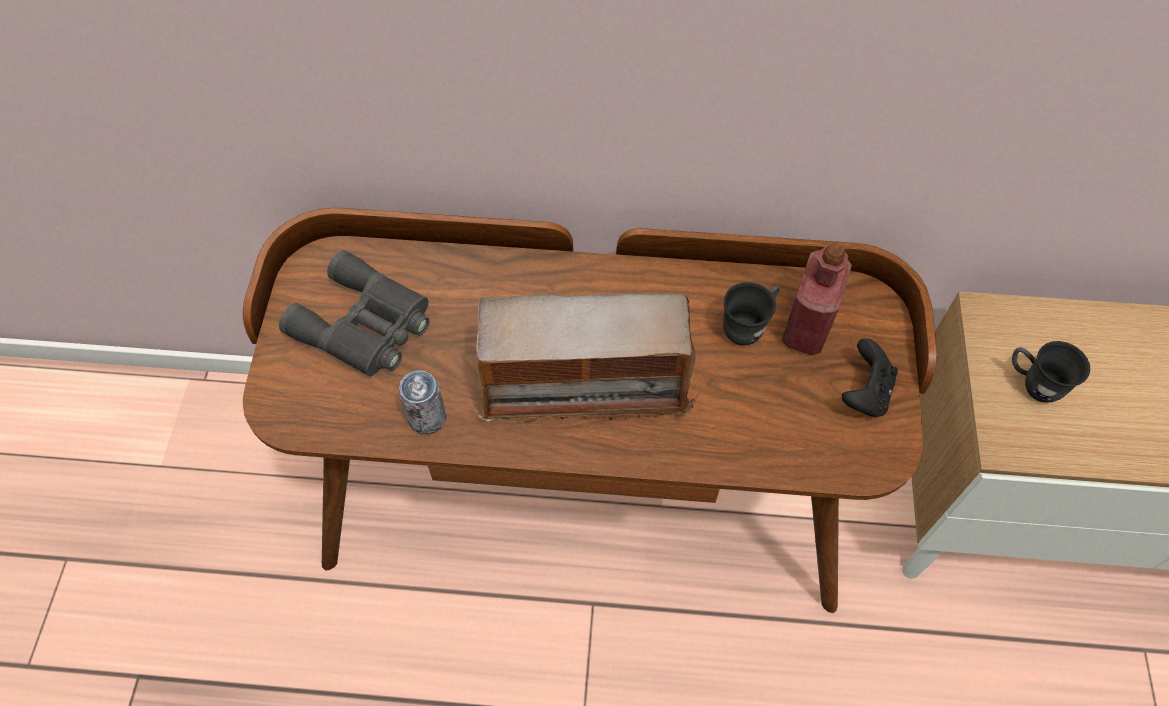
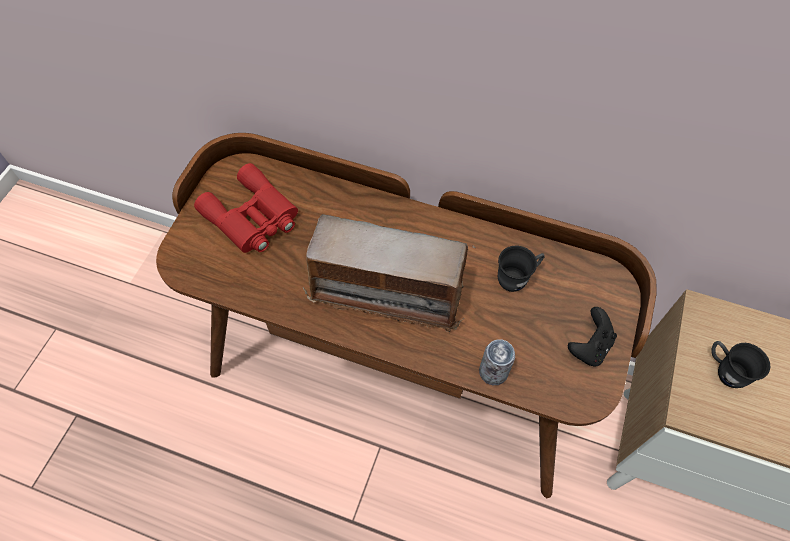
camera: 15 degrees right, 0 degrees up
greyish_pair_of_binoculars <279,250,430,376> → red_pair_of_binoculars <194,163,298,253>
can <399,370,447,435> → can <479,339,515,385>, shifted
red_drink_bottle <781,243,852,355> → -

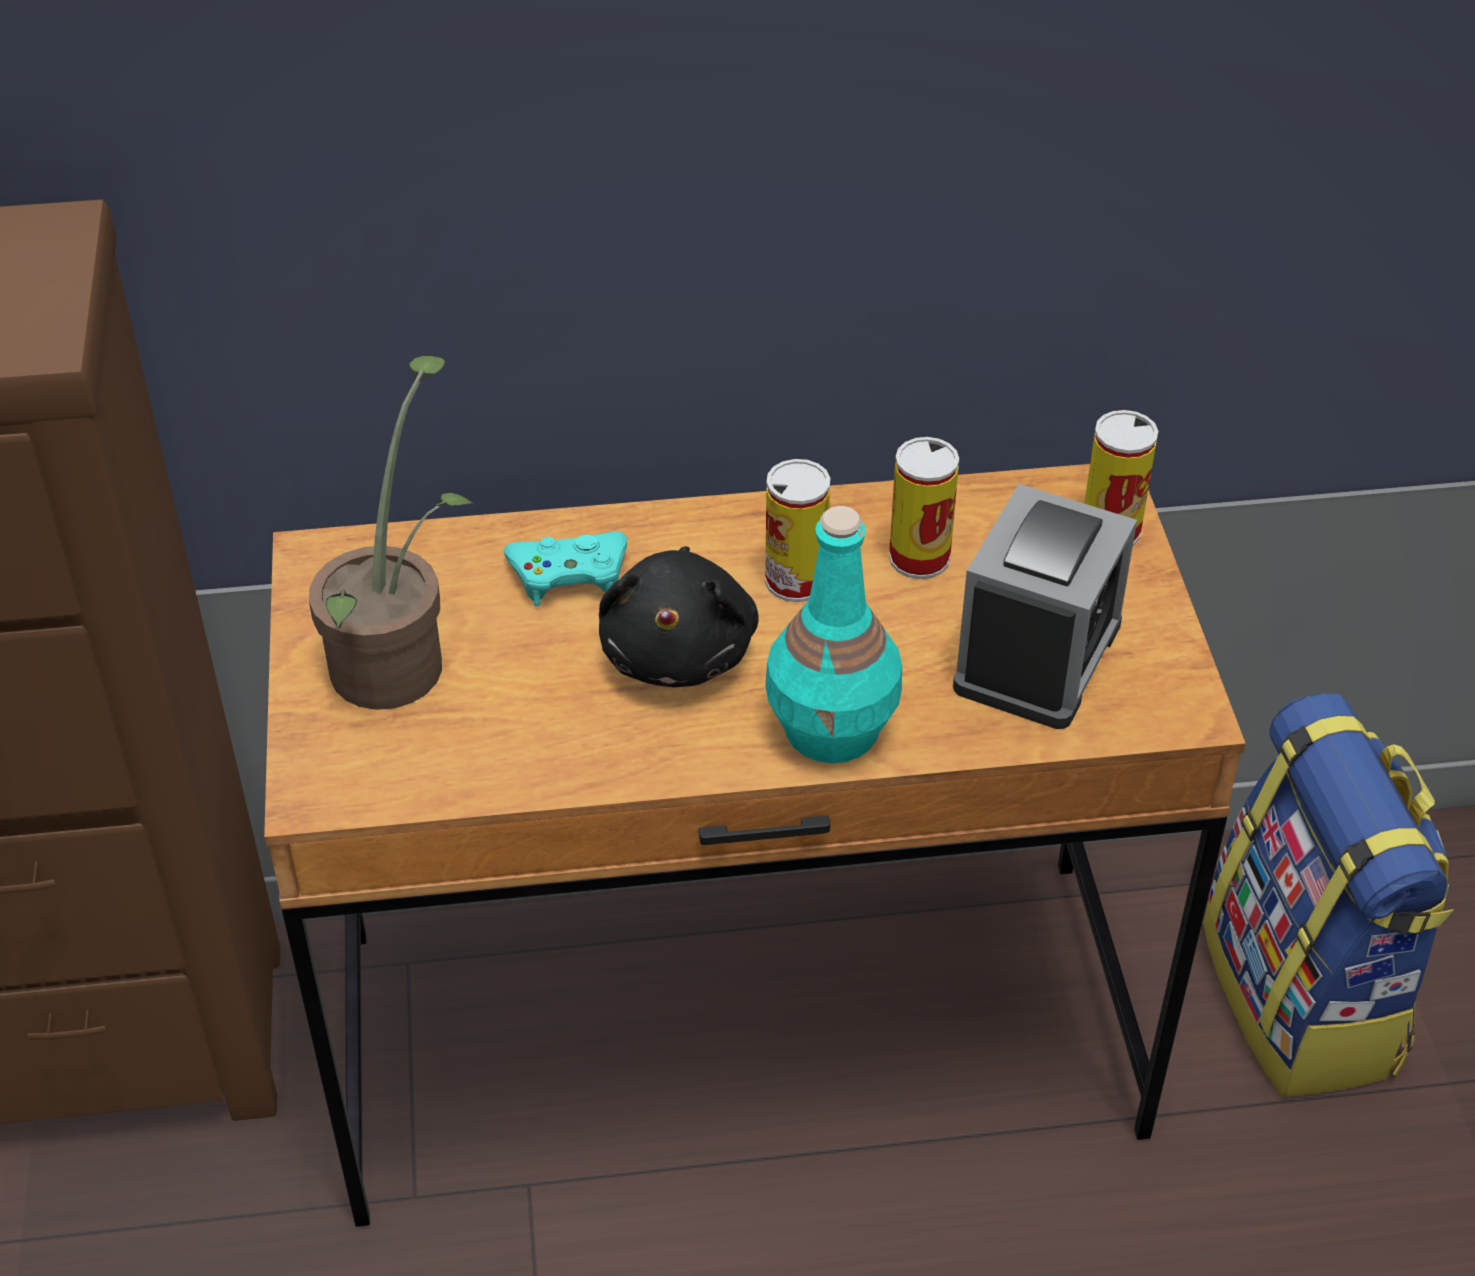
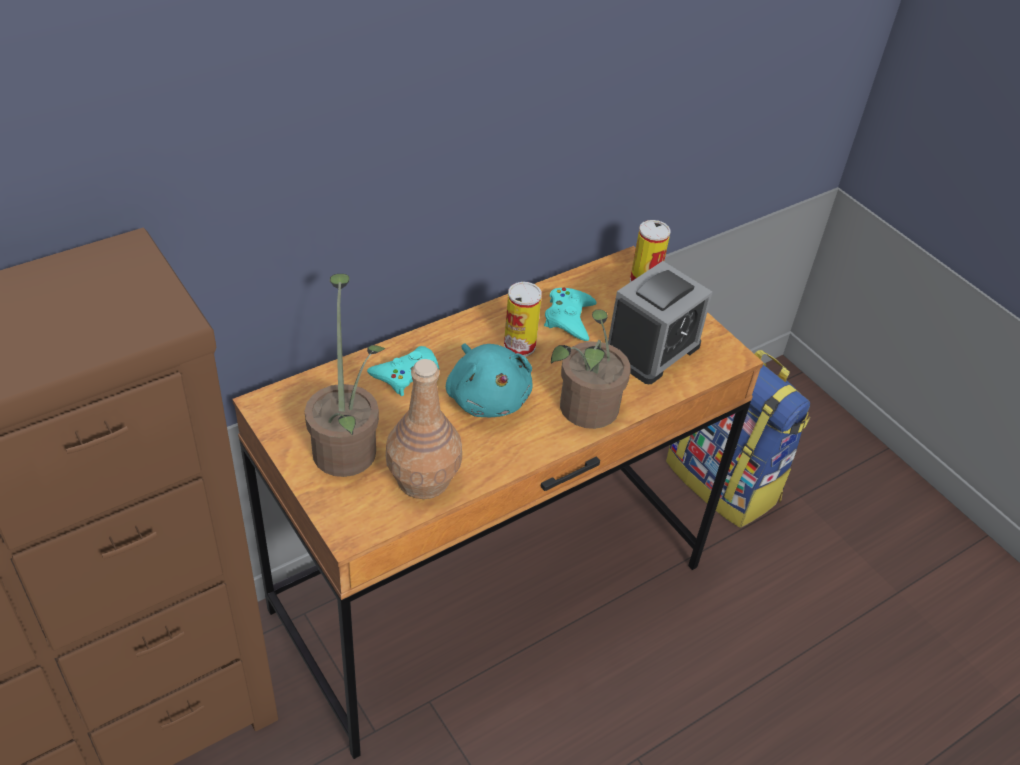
camera: 30 degrees left, 0 degrees up
black_cuddly_toy <599,546,759,687> → turquoise_cuddly_toy <446,343,532,417>
turquoise_drink_bottle <765,506,902,763> → potted_plant <551,310,631,429>
can <889,437,959,579> → turquoise_gamepad <544,288,596,341>
alarm_clock <953,484,1137,729> → alarm_clock <608,261,712,385>, 45 degrees clockwise
- → brownish_drink_bottle <386,359,462,499>

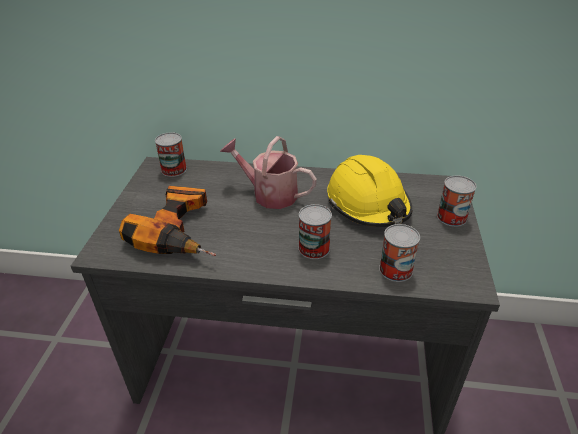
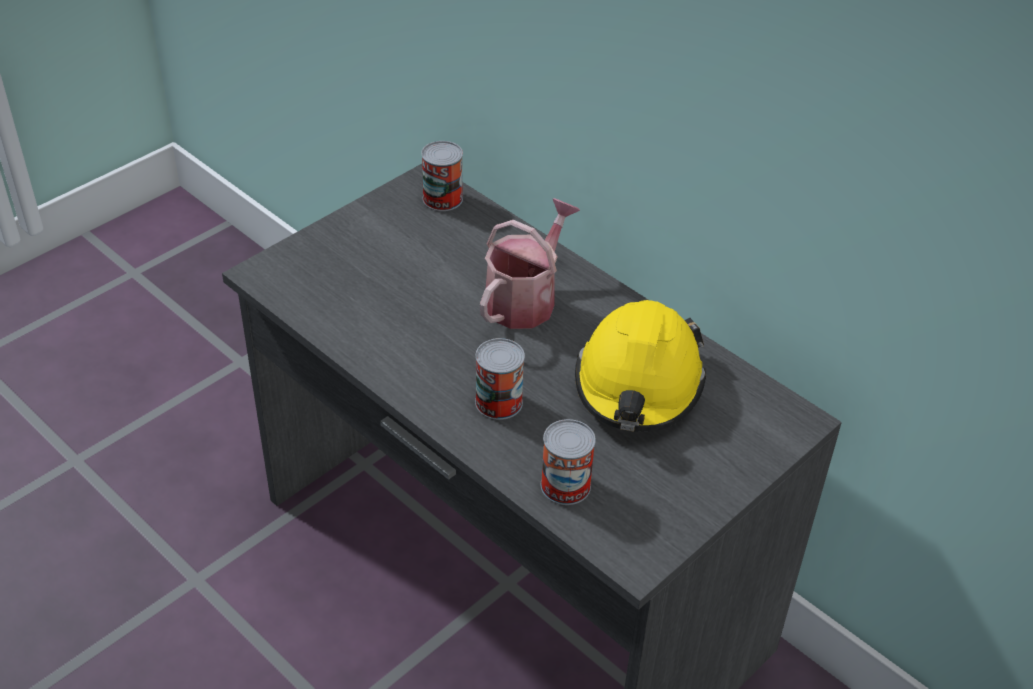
camera: 35 degrees right, 5 degrees up
drill <119,186,216,256> → -
watering_can <220,136,317,209> → watering_can <480,198,580,329>, 60 degrees clockwise
can <437,175,477,227> → -

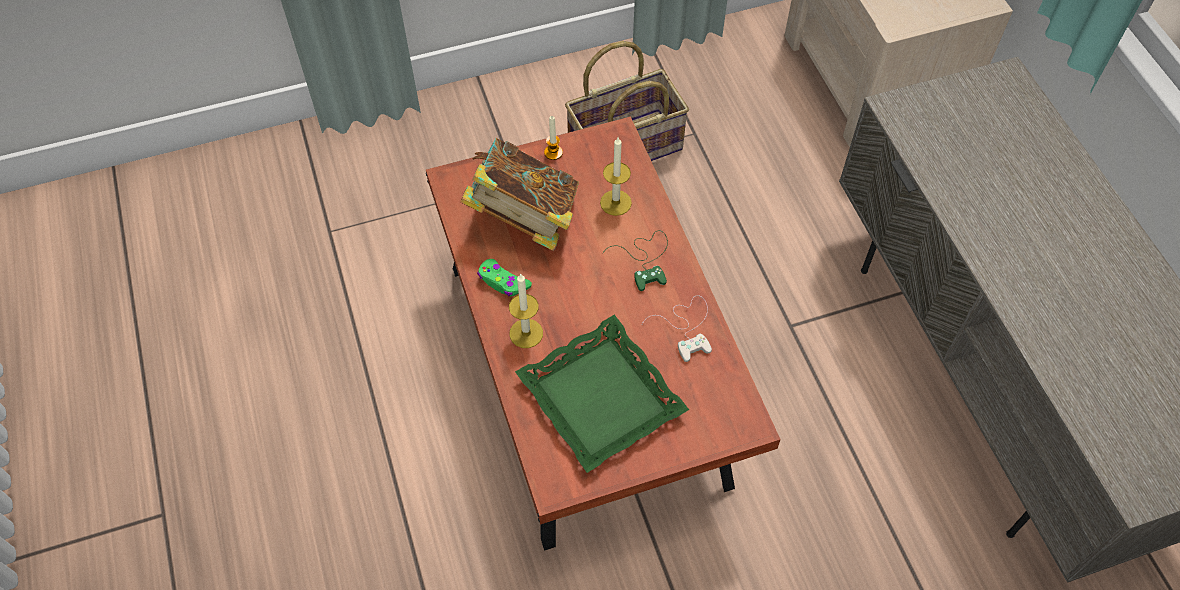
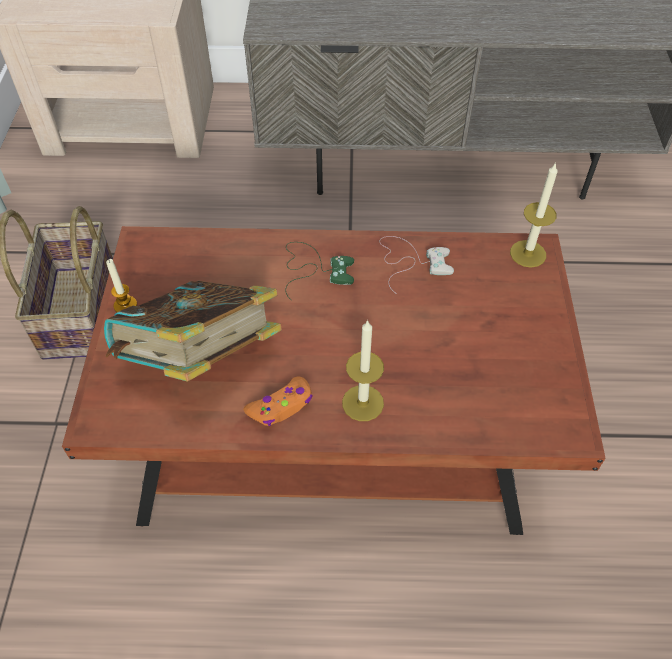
camera: 70 degrees left, 5 degrees down
greenish_gamepad <477,259,532,296> → orangey_gamepad <243,376,313,426>
greenish_serving_tray <515,315,689,473> → -
wax_candle <600,137,632,216> → wax_candle <510,162,558,268>, shifted

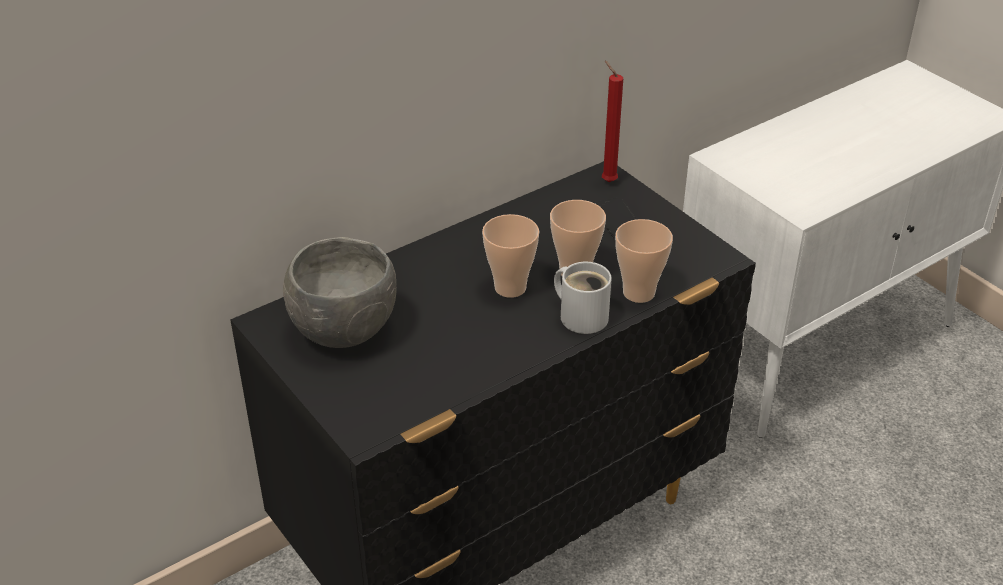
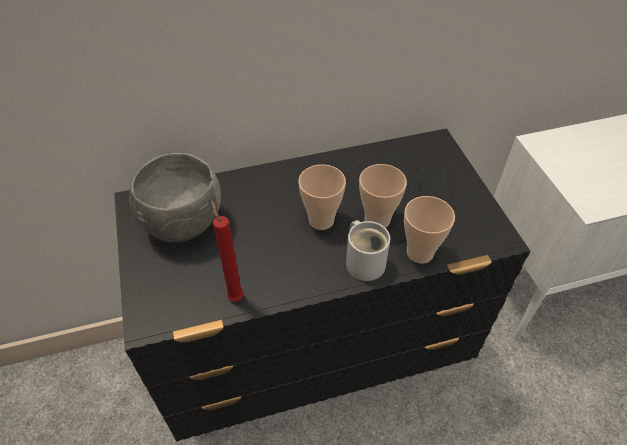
camera: 20 degrees right, 10 degrees up
red_wax_candle <602,60,623,182> → red_wax_candle <211,200,244,302>, shifted

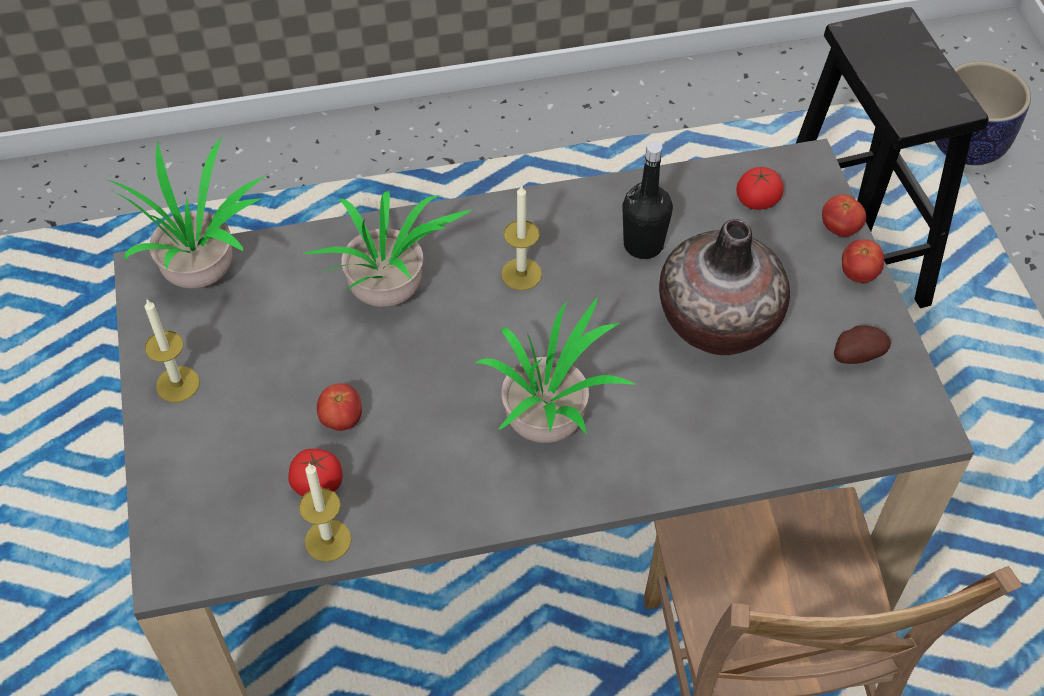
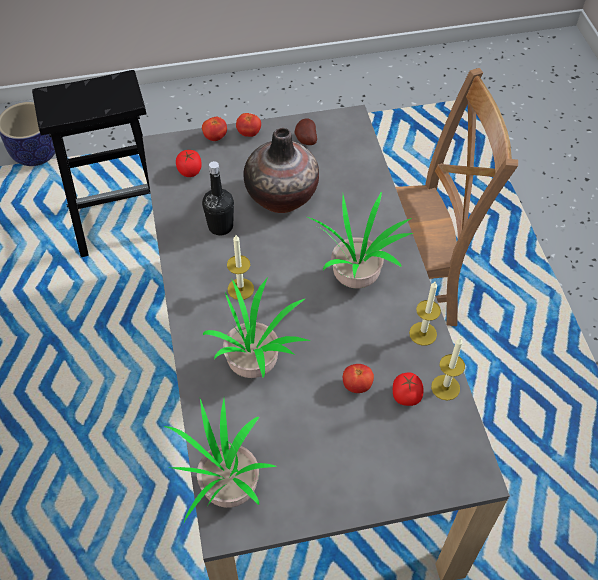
camera: 90 degrees left, 0 degrees up
wax_candle <145,300,200,402> → wax_candle <409,282,441,346>, shifted

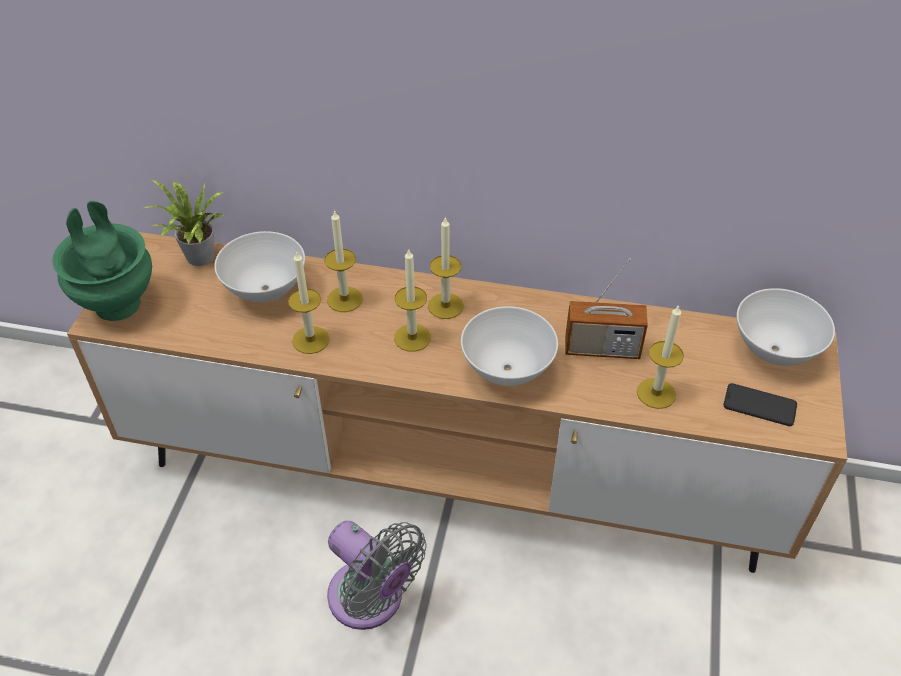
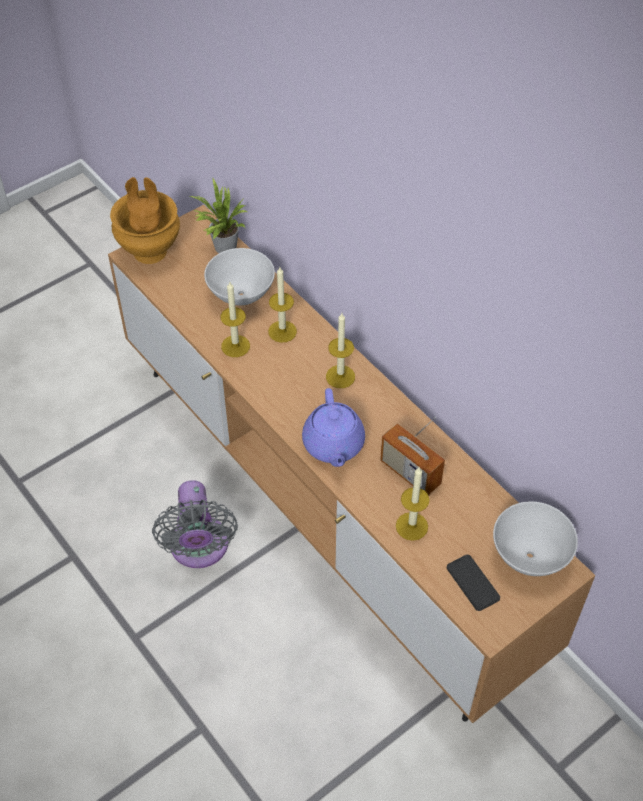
camera: 40 degrees right, 5 degrees up
greenish_flower_vase <52,201,152,321> → brownish_flower_vase <110,177,180,264>
wax_candle <394,248,431,352> → -
whitish_deep_dish <461,306,558,386> → purple-coloured_teapot <302,388,365,467>

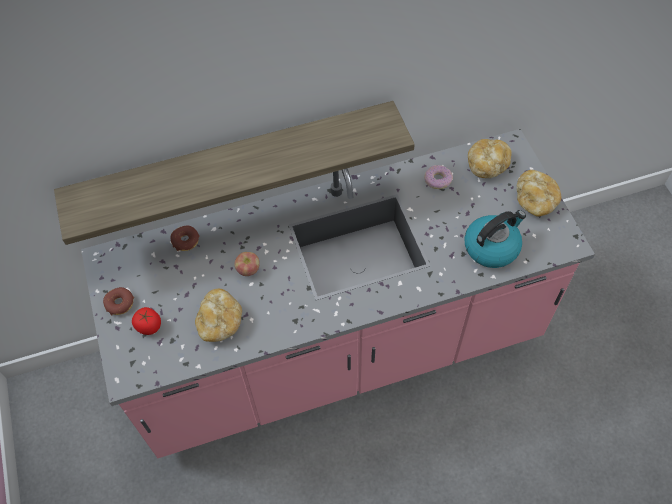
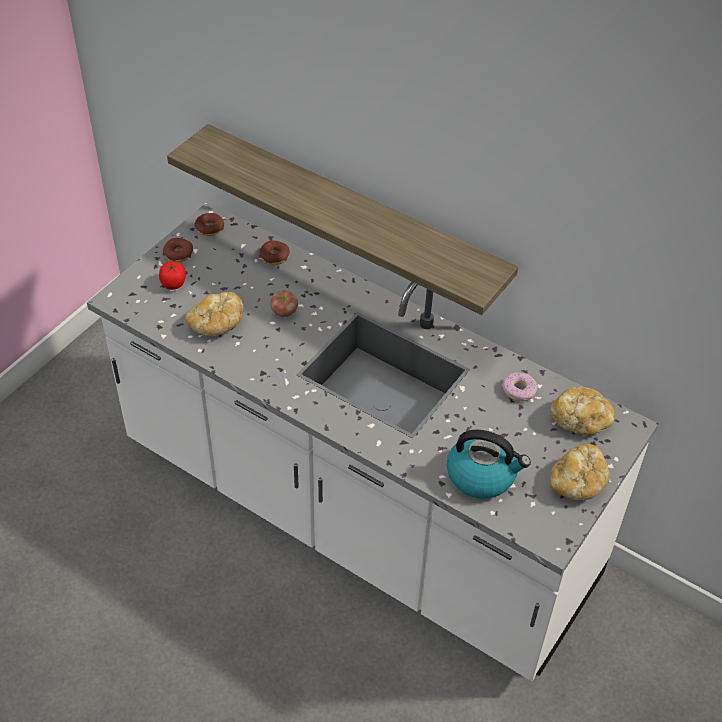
camera: 50 degrees right, 10 degrees down
pink_kitchen_base_unit <81,129,595,458> → whitish_kitchen_base_unit <87,202,658,681>
- → ring_doughnut <194,213,224,236>

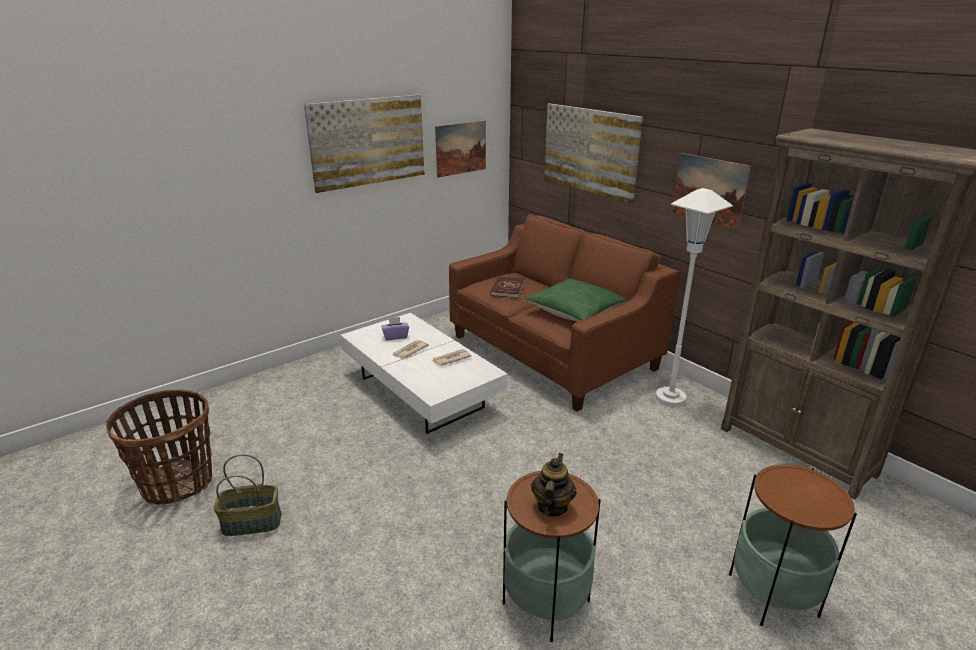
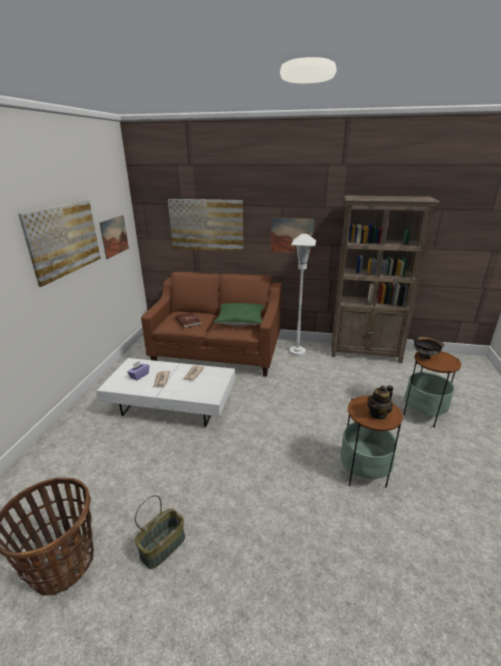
camera: 40 degrees left, 0 degrees up
teapot <531,453,577,516> → teapot <367,385,393,420>, 105 degrees counterclockwise
- → black_deep_dish <414,336,444,359>

